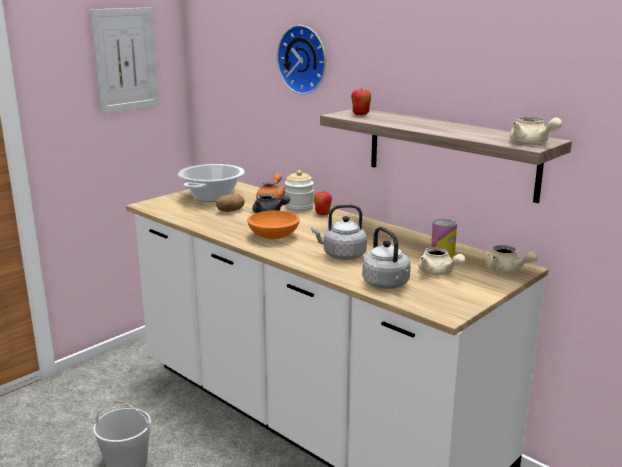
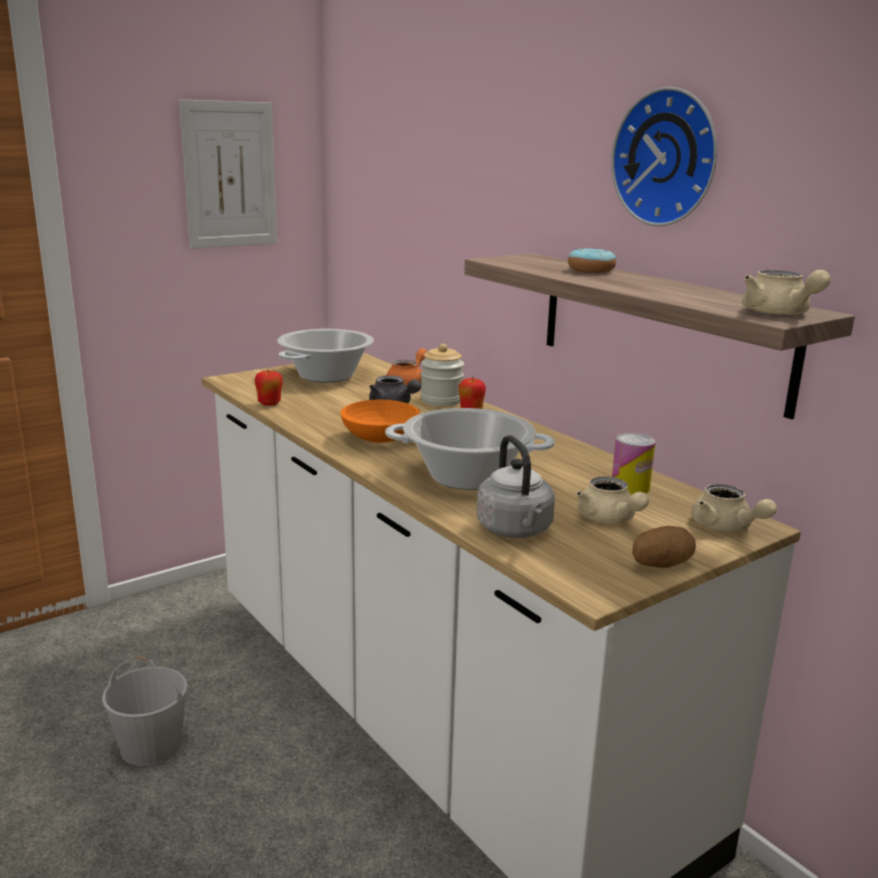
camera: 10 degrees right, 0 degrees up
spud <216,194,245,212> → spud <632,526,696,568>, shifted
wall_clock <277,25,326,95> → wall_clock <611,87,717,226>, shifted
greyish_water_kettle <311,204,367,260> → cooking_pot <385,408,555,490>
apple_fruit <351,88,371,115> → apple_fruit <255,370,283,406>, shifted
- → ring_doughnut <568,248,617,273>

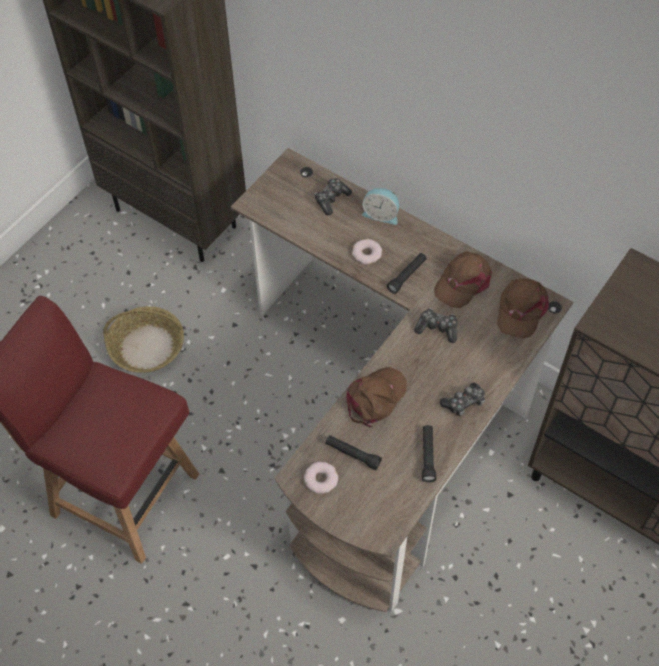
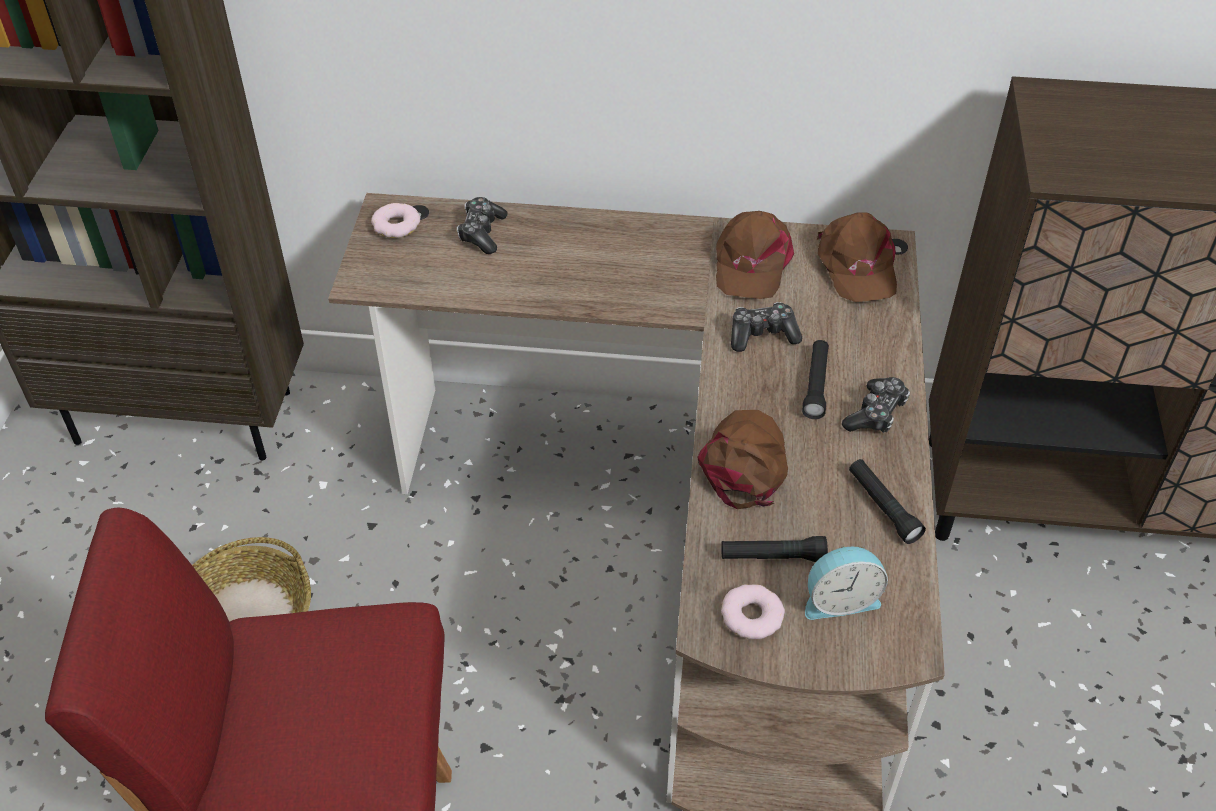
camera: 30 degrees left, 10 degrees down
ring_doughnut <352,239,382,264> → ring_doughnut <371,203,420,238>, shifted
alarm_clock <362,188,399,225> → alarm_clock <805,546,888,620>, shifted
black_flashlight <387,253,427,294> → black_flashlight <802,340,829,419>, shifted

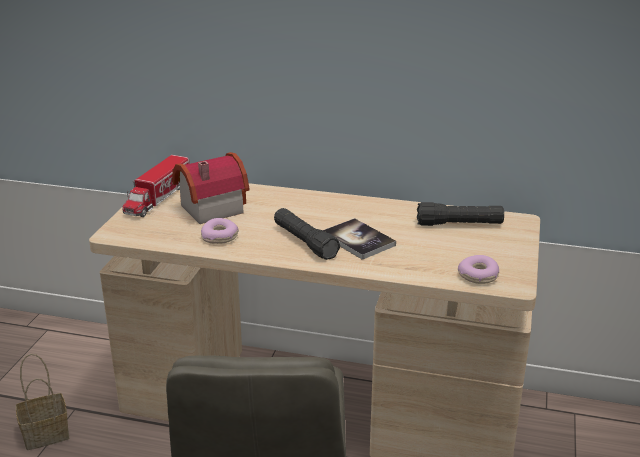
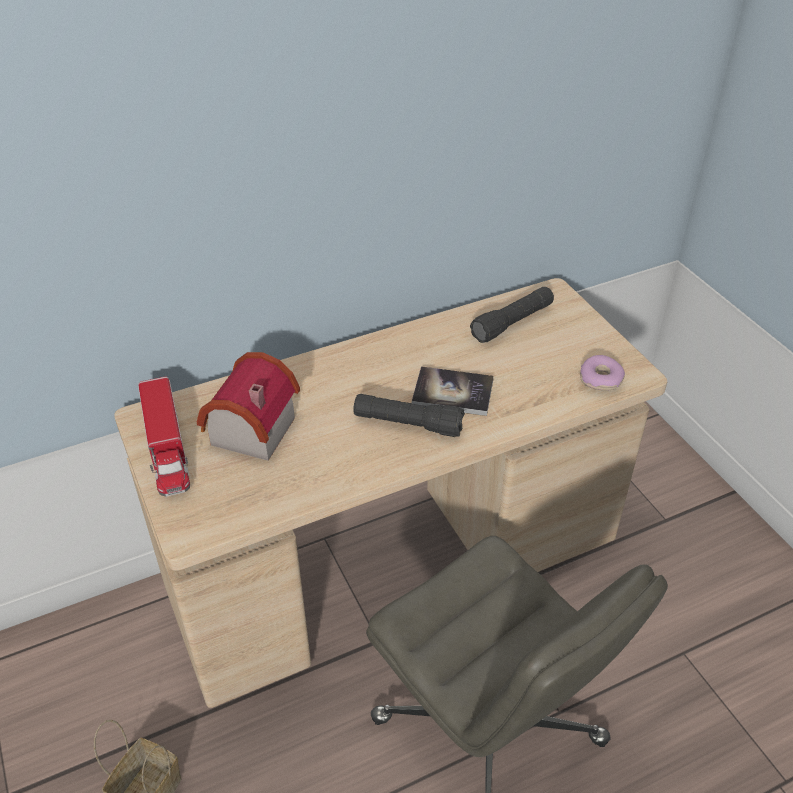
camera: 40 degrees left, 15 degrees up
ring_doughnut <201,218,239,244> → -

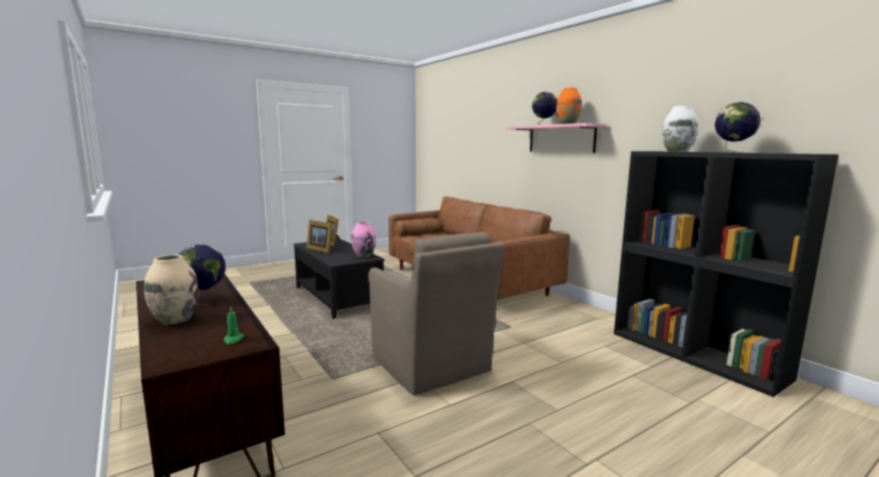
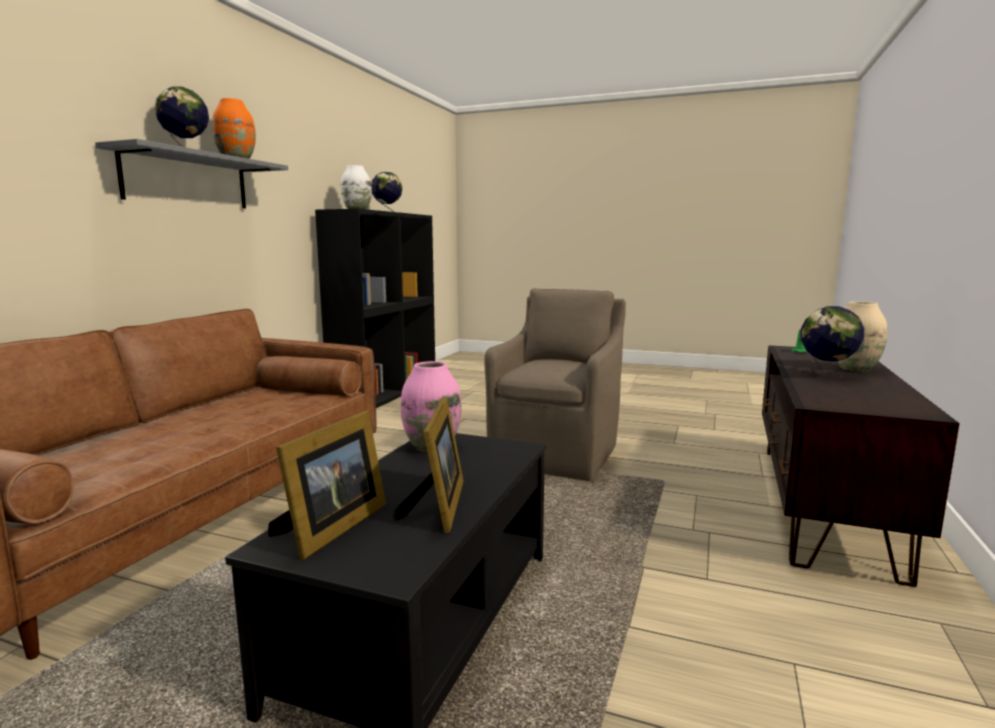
camera: 125 degrees left, 0 degrees up
pink_wall_shelf <506,123,606,153> → greyish_wall_shelf <95,139,288,208>

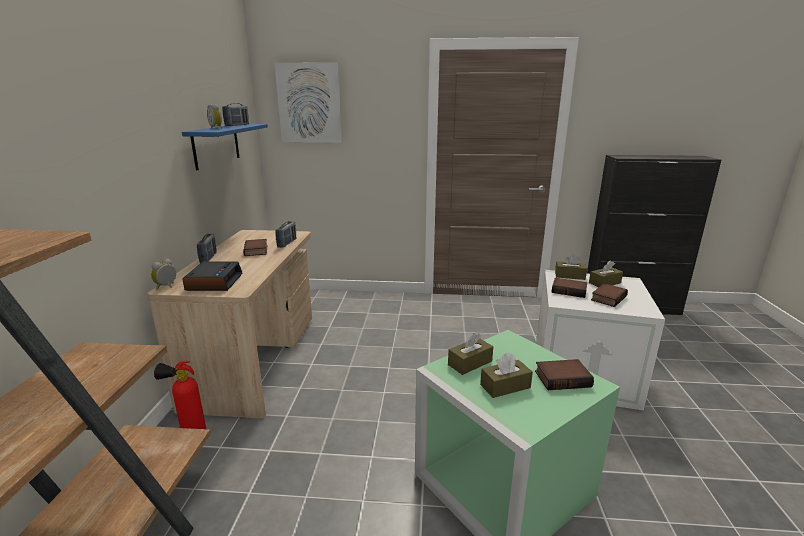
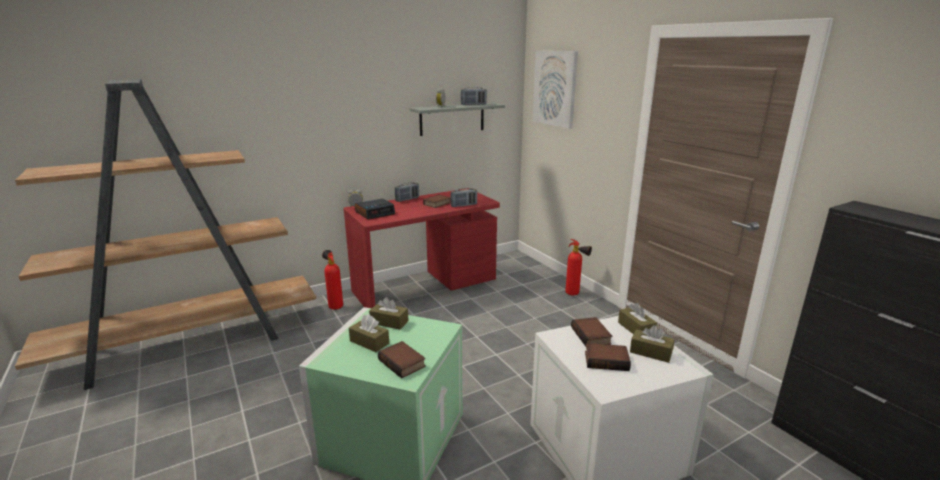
camera: 55 degrees right, 0 degrees up
beige_desk <147,230,312,418> → red_desk <343,189,500,308>
bluish_wall_shelf <182,124,268,171> → greyish_wall_shelf <409,103,505,136>
- → fire_extinguisher <565,239,592,296>

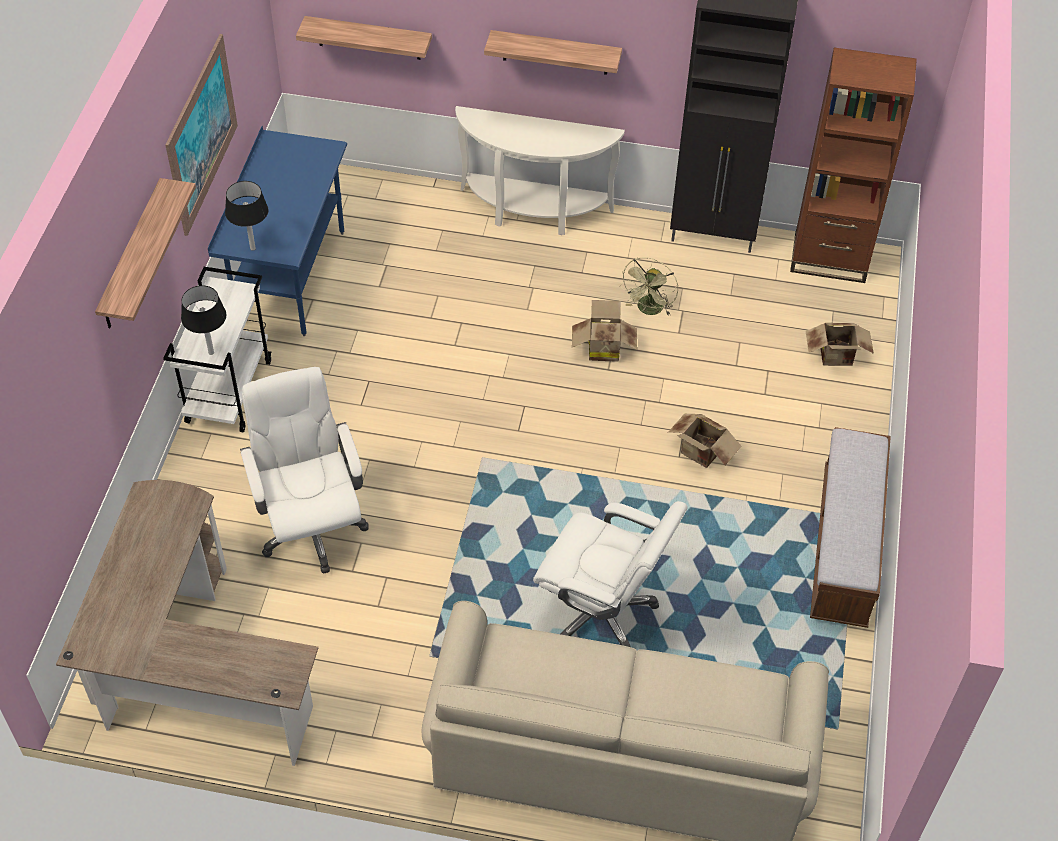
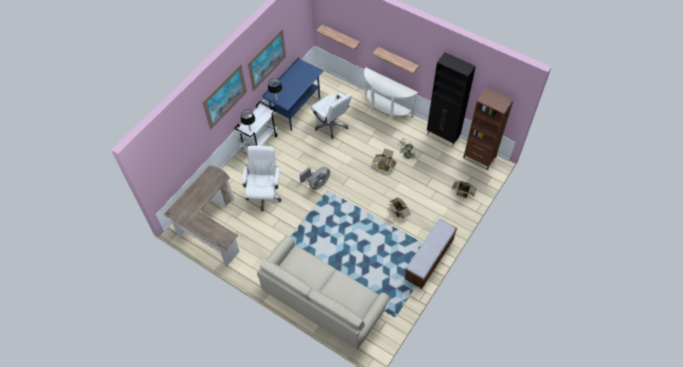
camera: 25 degrees right, 5 degrees up
wall_shelf <95,178,196,328> → picture <202,64,247,129>
whitish_computer_chair <533,501,687,647> → whitish_computer_chair <310,93,351,139>, shifted
- → greyish_electric_fan <299,167,330,190>

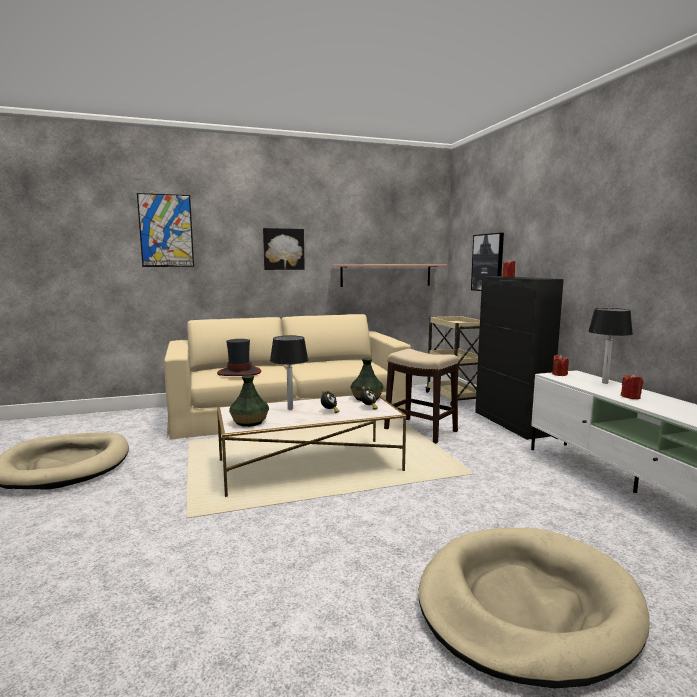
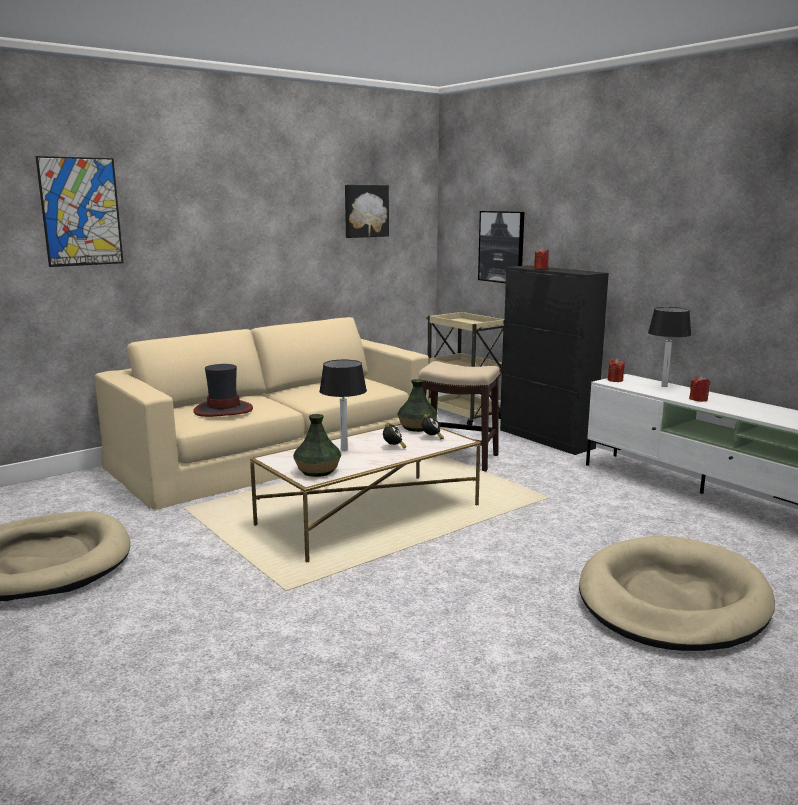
camera: 20 degrees left, 5 degrees up
picture <263,228,305,270> → picture <345,185,389,238>, shifted
wall_shelf <332,264,447,287> → -

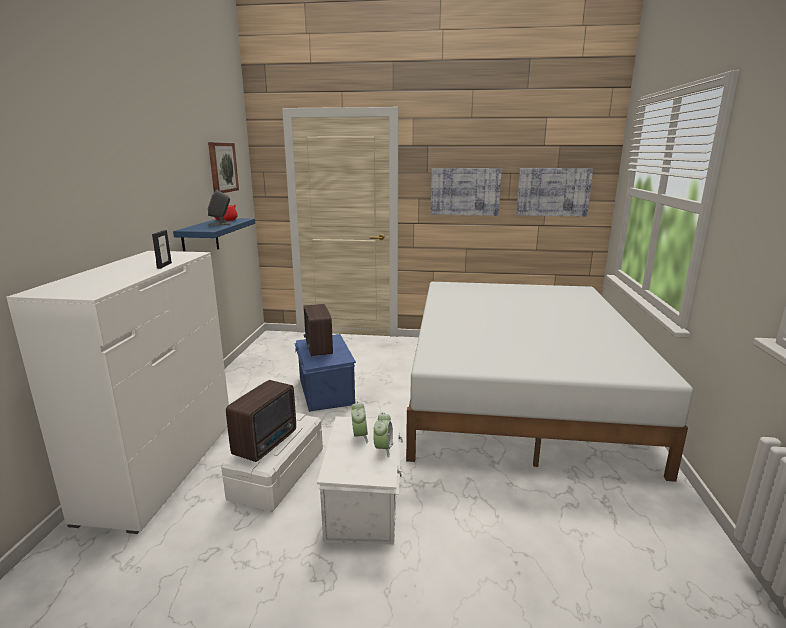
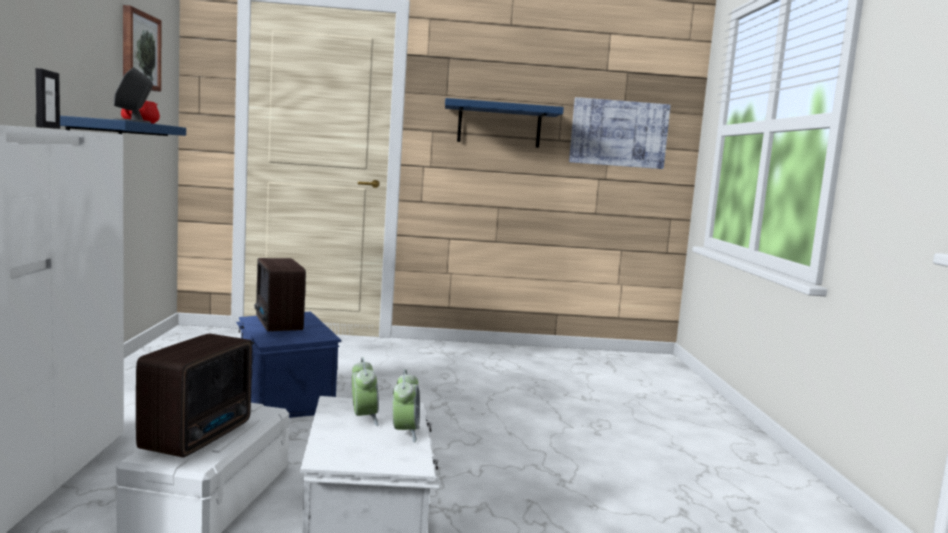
camera: 10 degrees left, 10 degrees down
whitish_bedroom_bed <406,282,693,482> → -
picture <431,168,502,216> → bluish_wall_shelf <445,98,564,148>

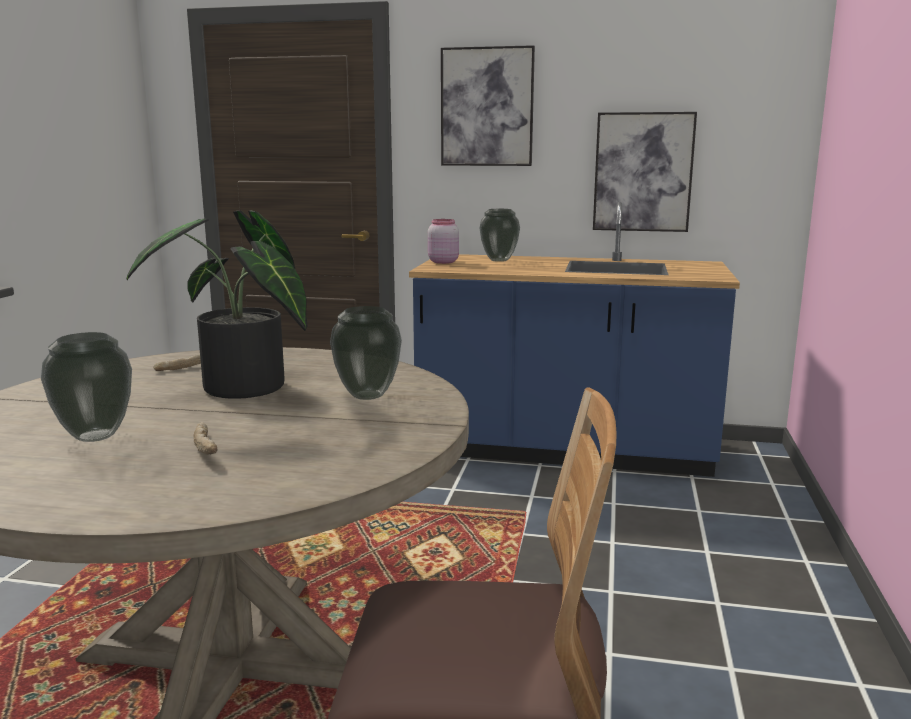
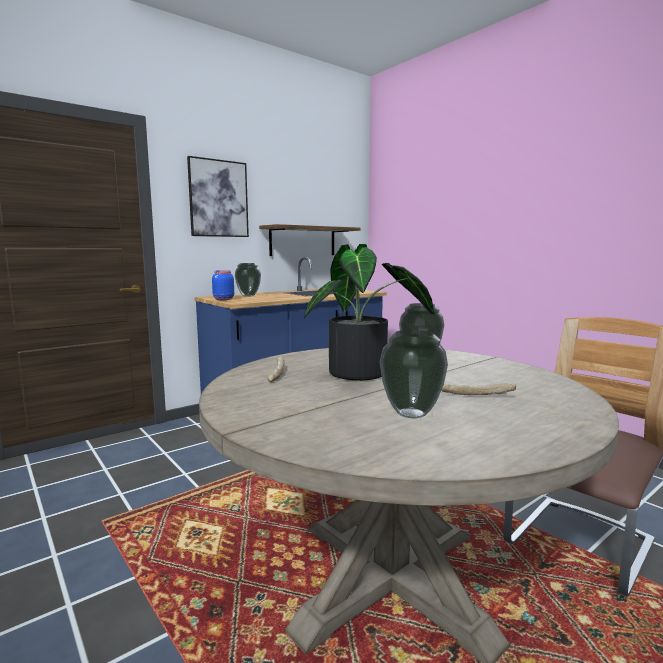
camera: 50 degrees left, 5 degrees down
pink_preserve_jar <428,219,459,264> → bluish_preserve_jar <212,270,234,300>
picture <593,112,697,232> → wall_shelf <259,224,361,256>

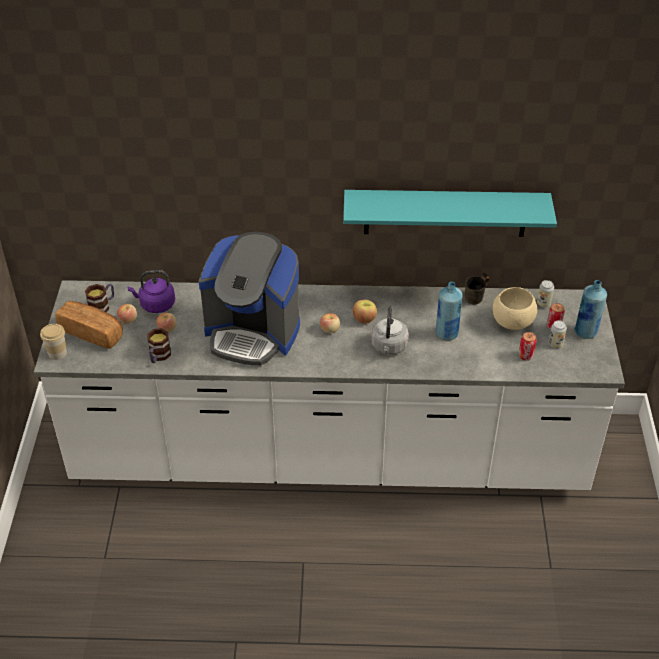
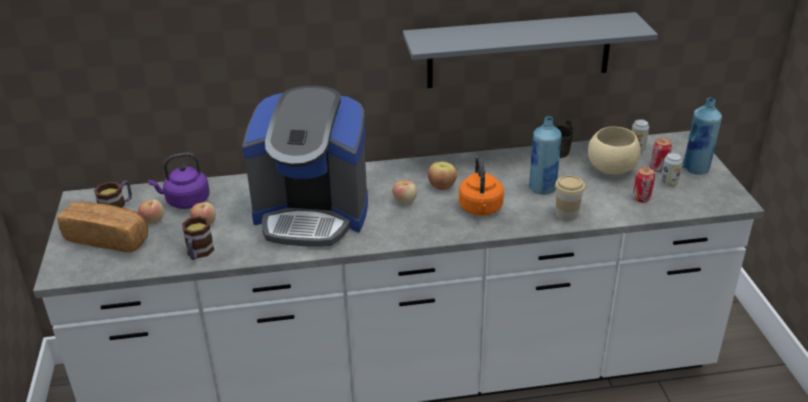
camera: 10 degrees left, 10 degrees down
cup <40,324,67,360> → cup <555,175,585,221>, shifted
turquoise_wall_shelf <343,190,557,237> → greyish_wall_shelf <403,12,658,88>
greyish_water_kettle <371,307,409,355> → orangey_water_kettle <459,156,504,216>

